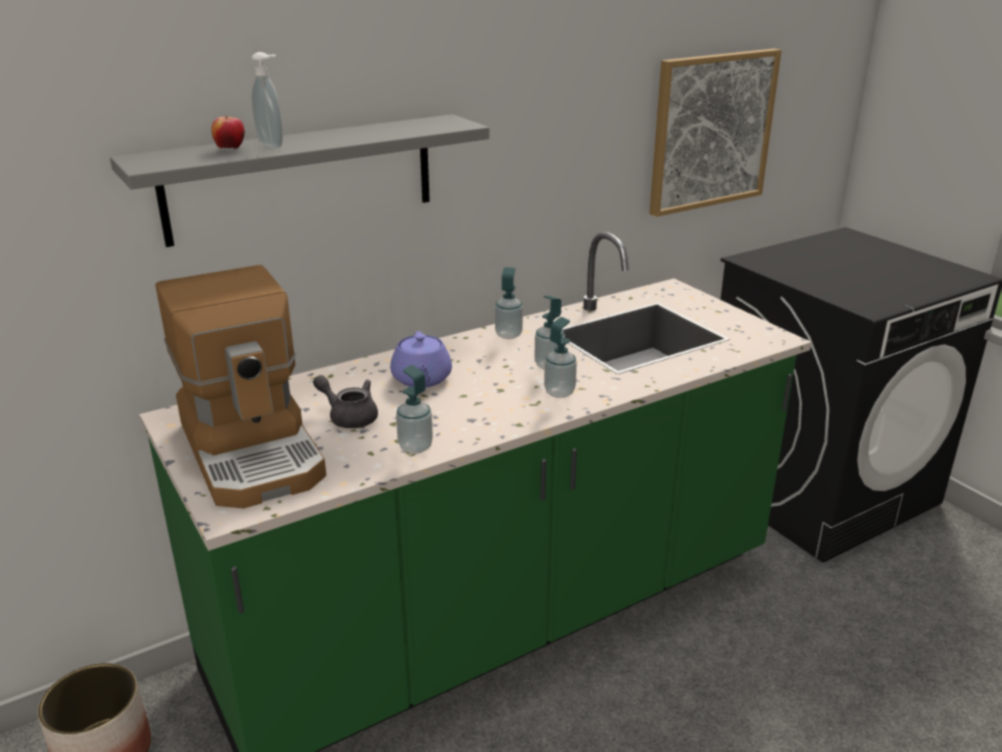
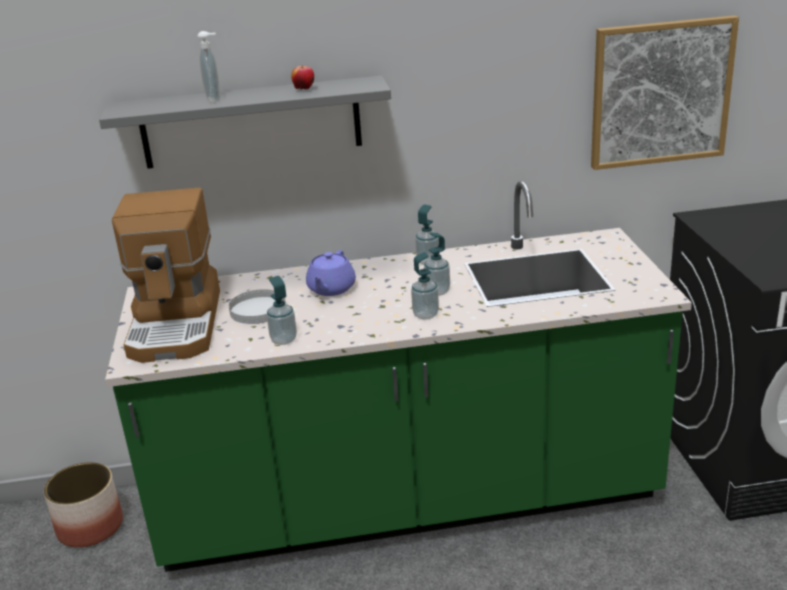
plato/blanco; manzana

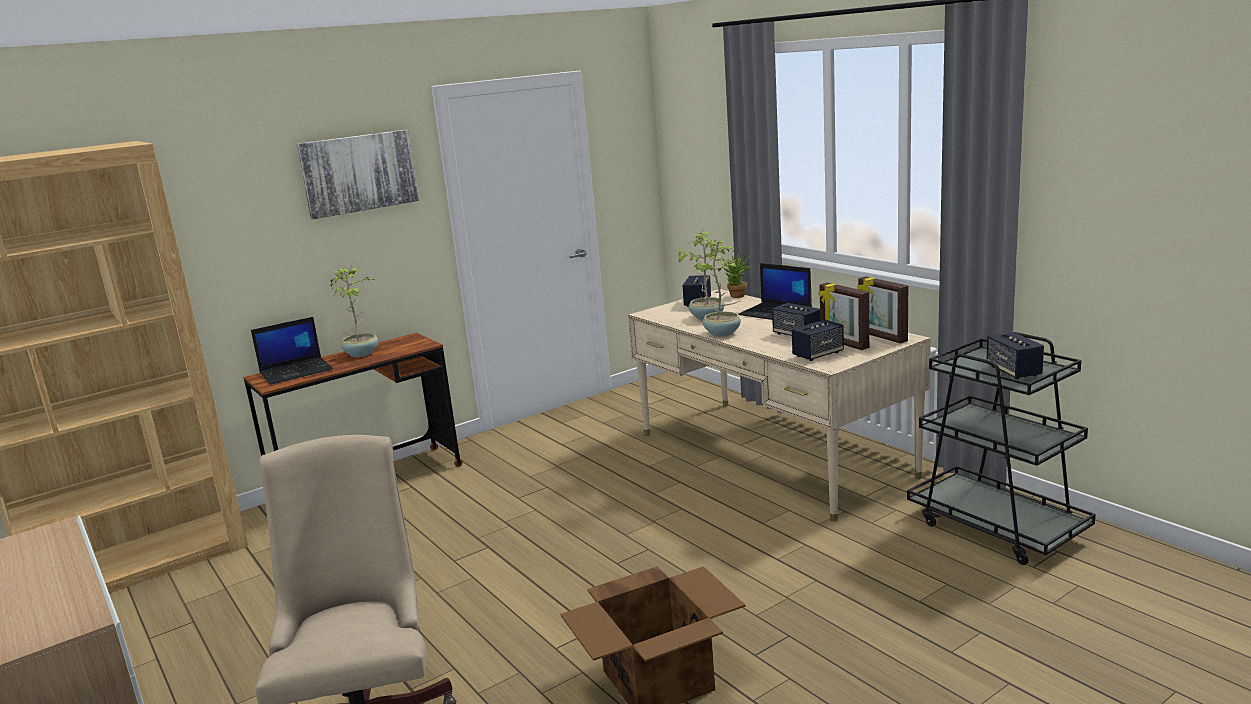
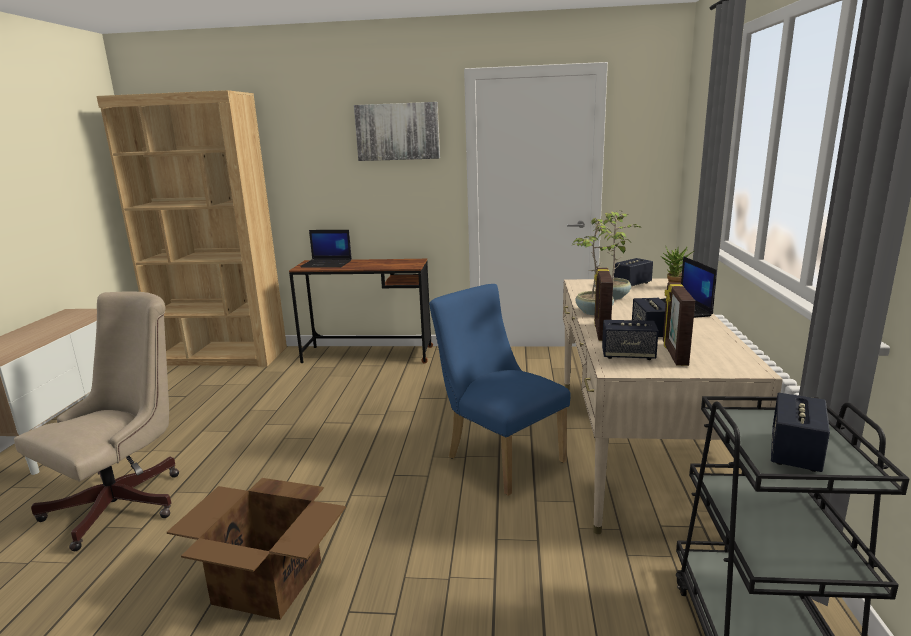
silla/azul; portarretratos (1st from left); planta en maceta (1st from left in the first image)

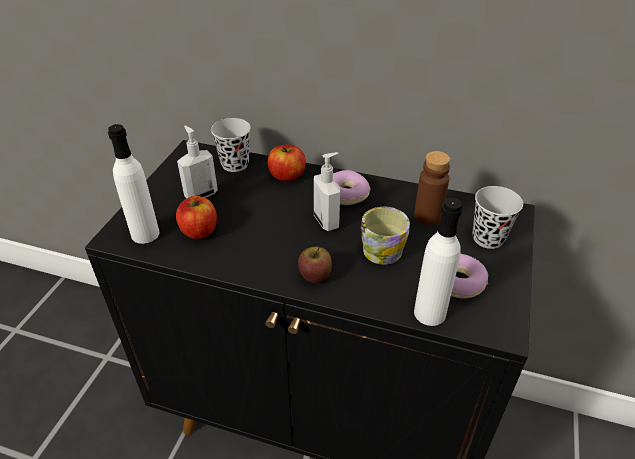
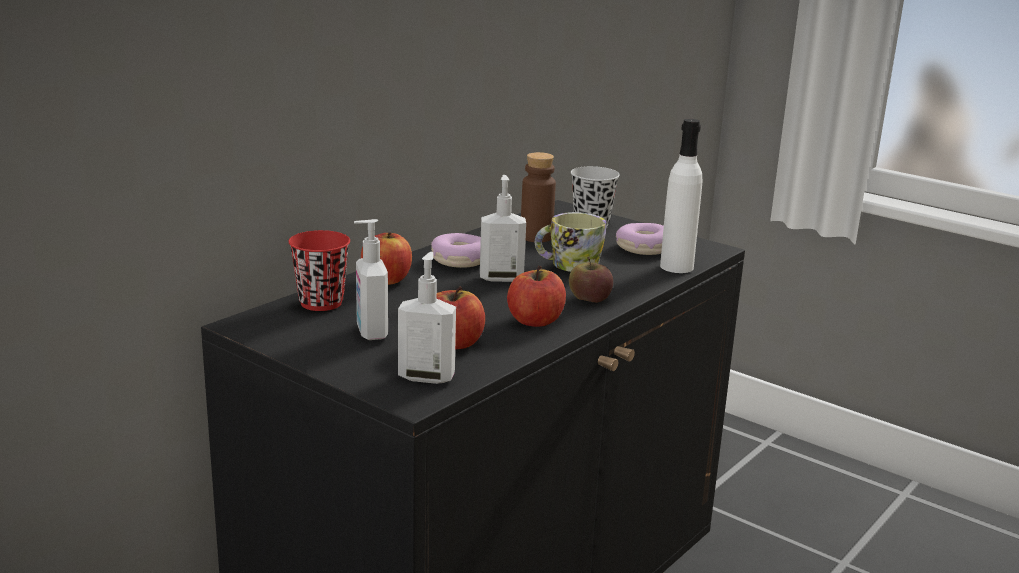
taza/rojo; dispensador de jabón (2nd from left); manzana (3rd from left)

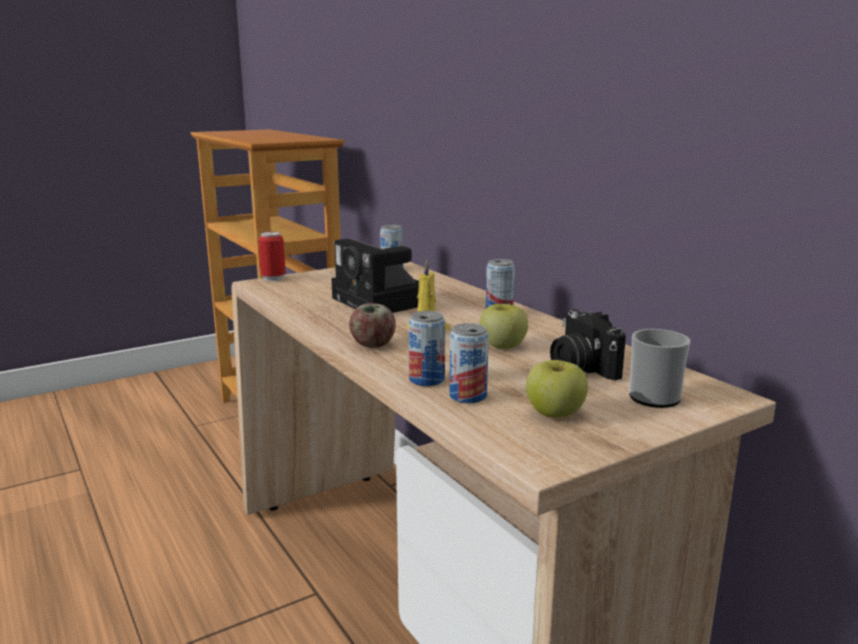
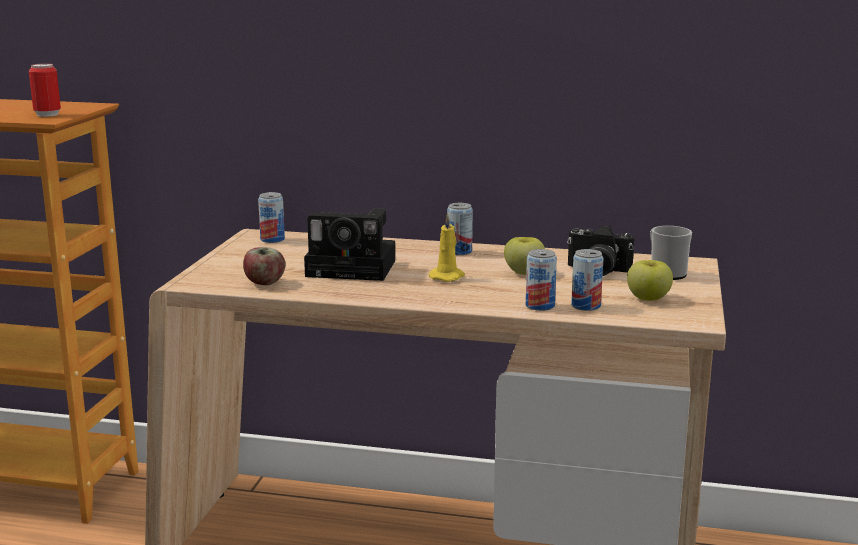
lata (1st from left); manzana (1st from left)

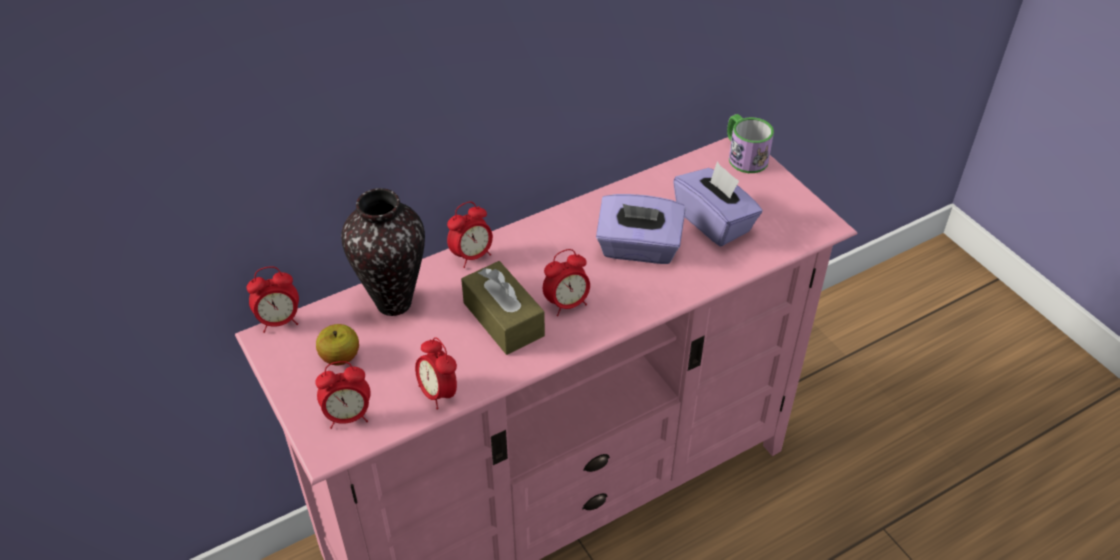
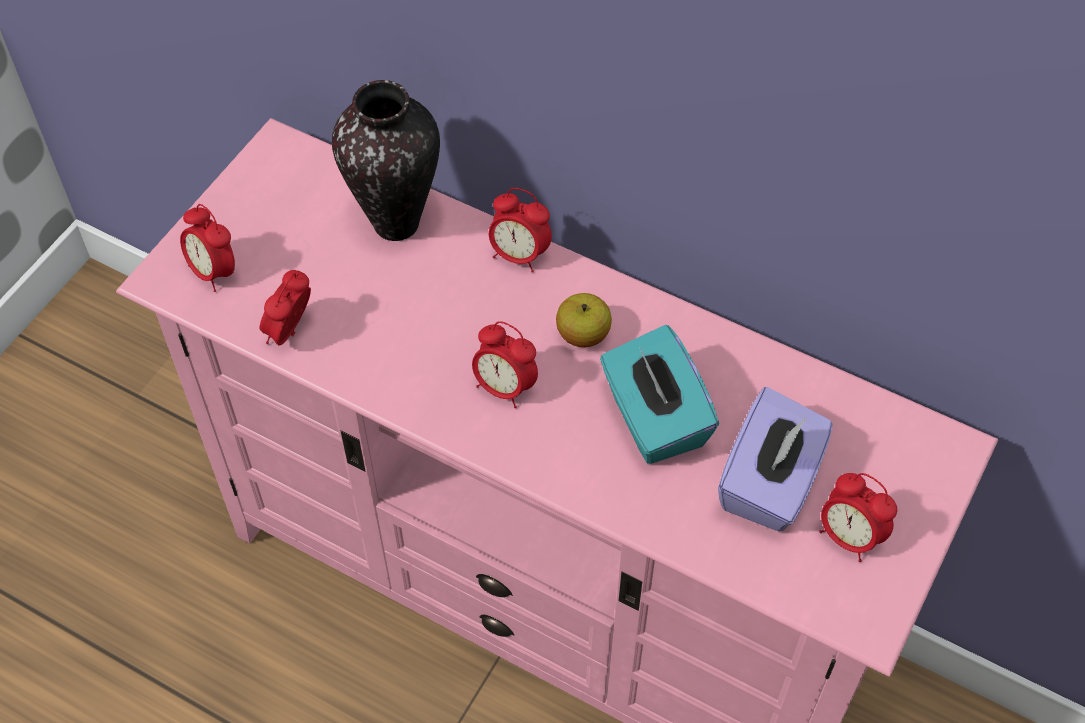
manzana; caja de pañuelos/turquesa; despertador (5th from left); caja de pañuelos/marrón; taza grande

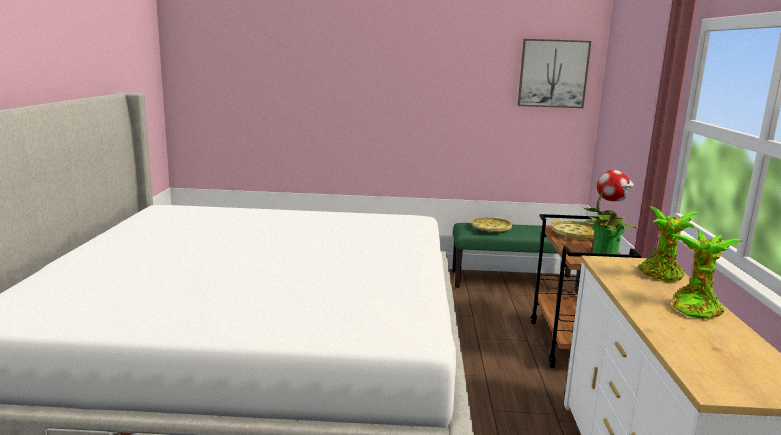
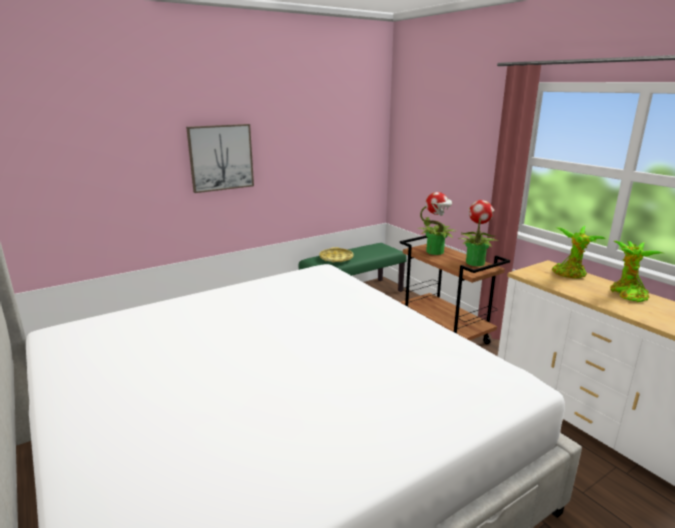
cuadro; planta en maceta (1st from left)

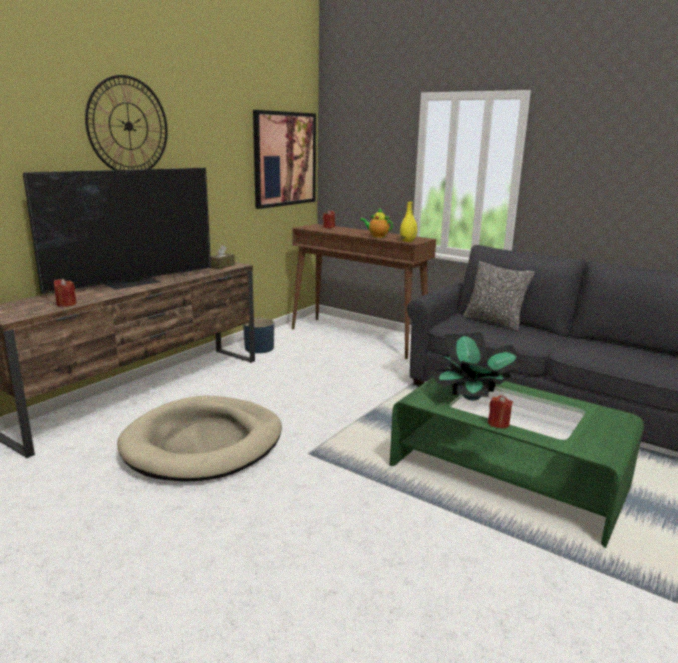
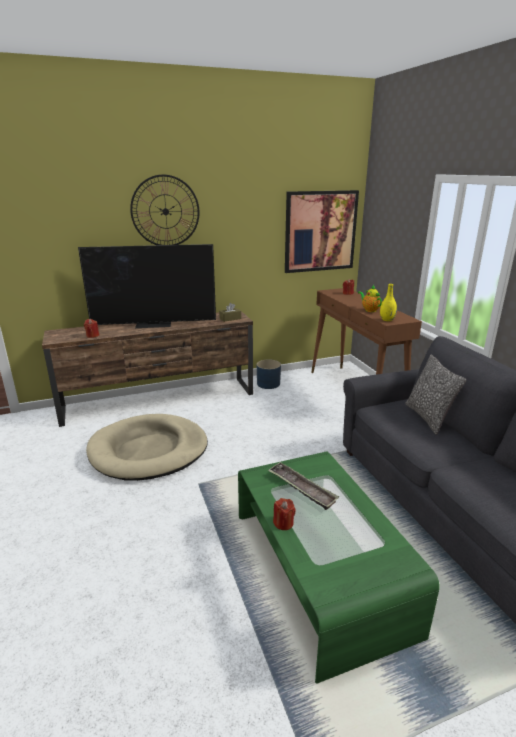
bandeja

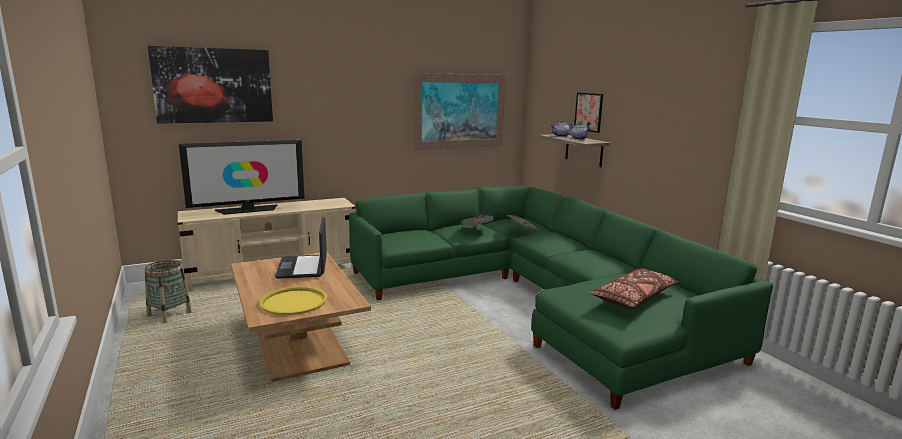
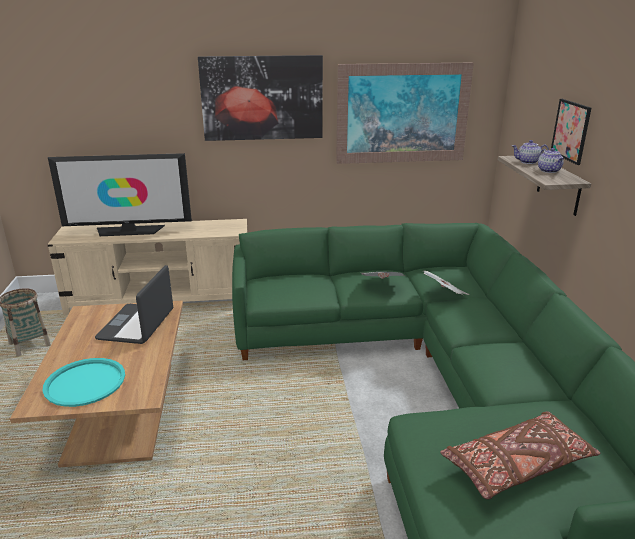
bandeja/turquesa; cuadro (1st from left)

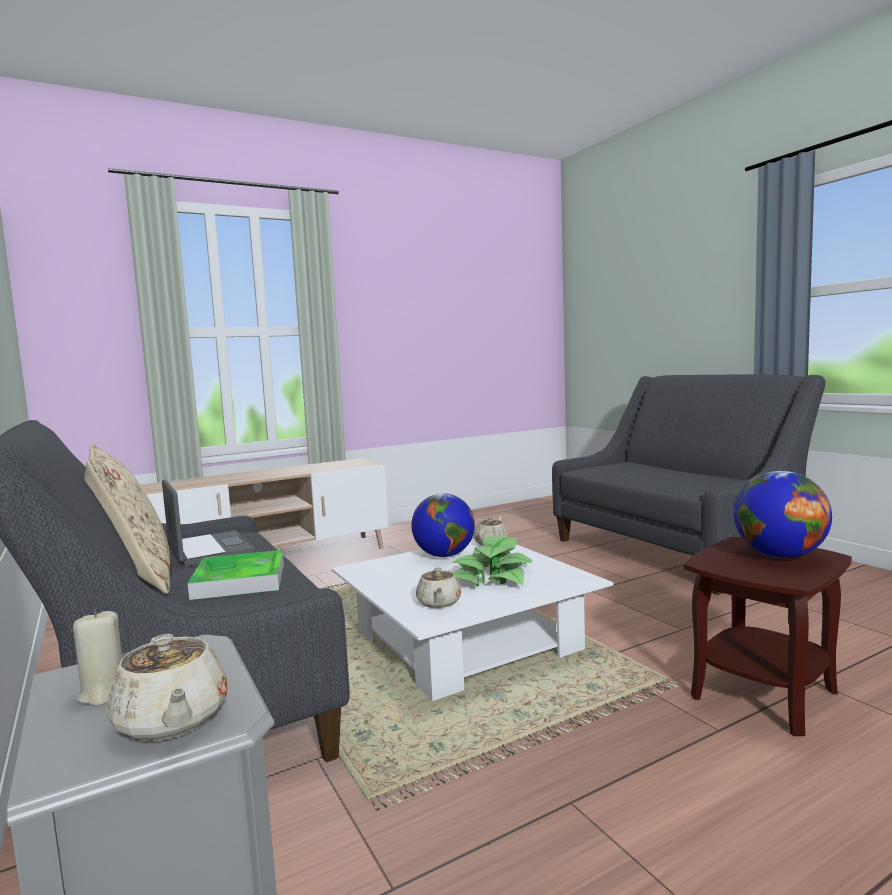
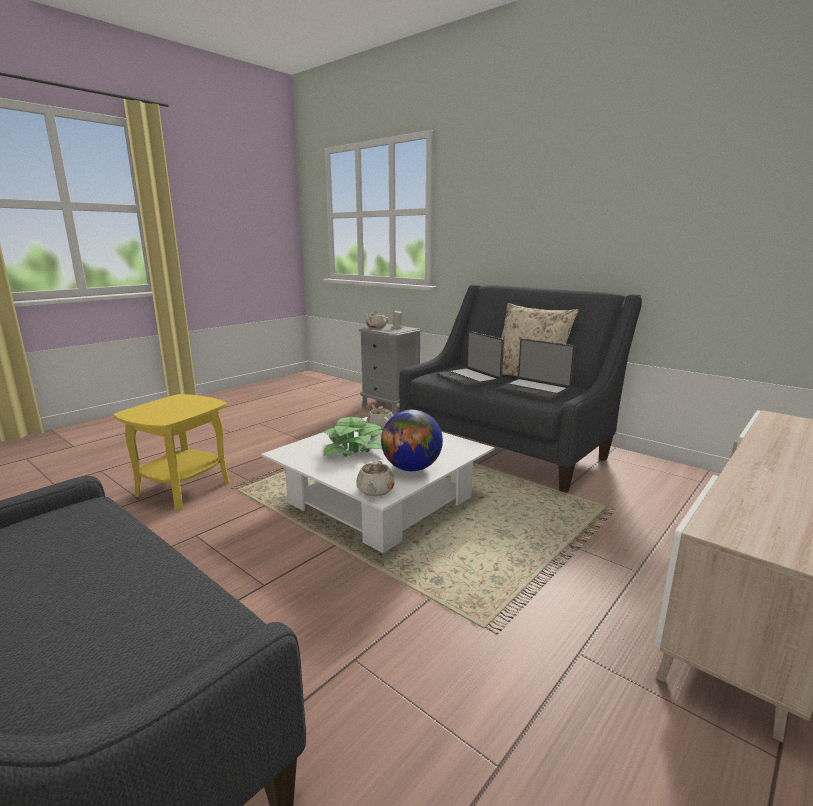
mesa auxiliar/amarillo; portátil (1st from left); globo terráqueo (2nd from left in the first image)

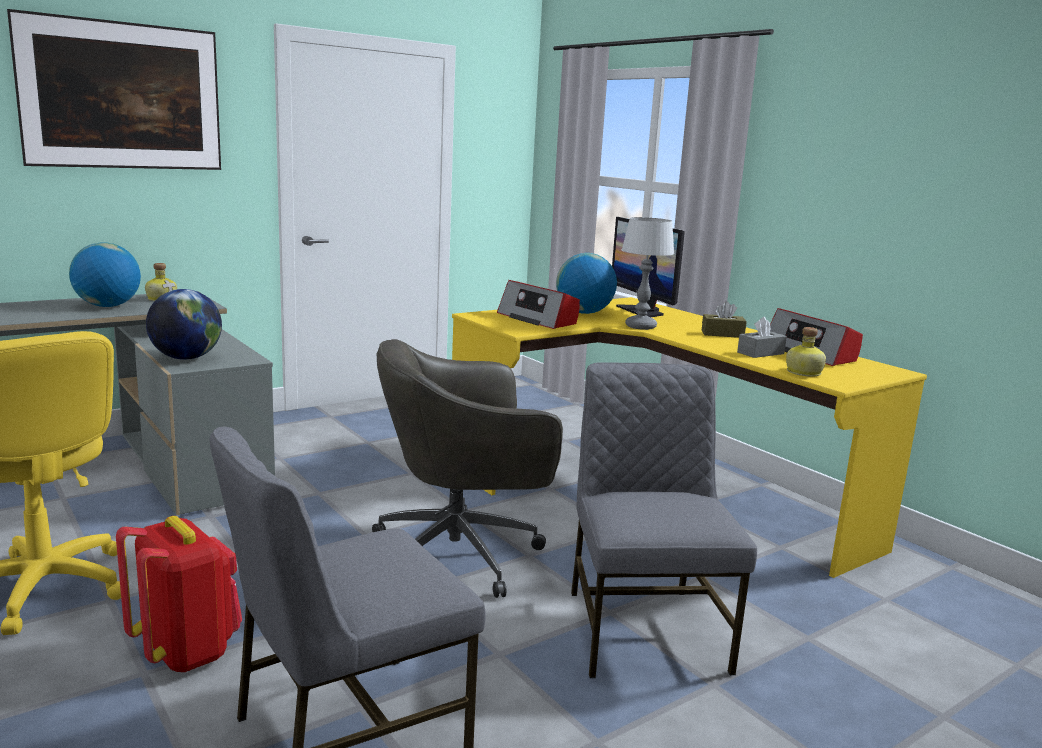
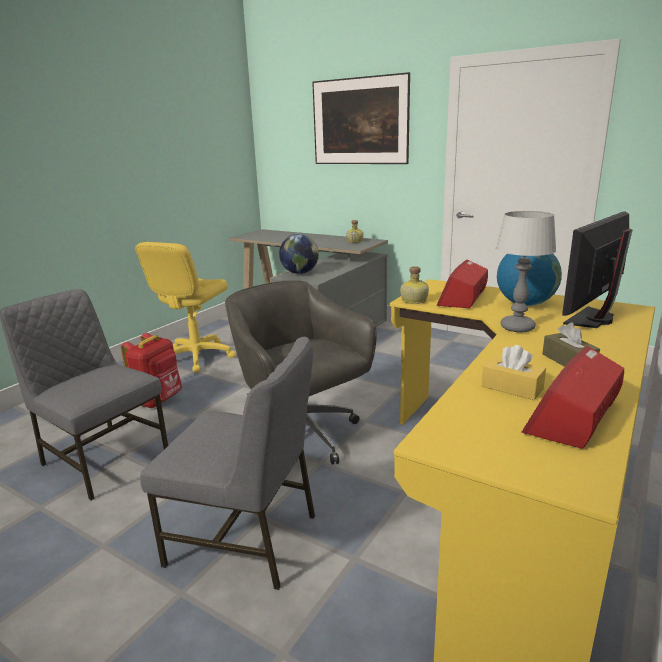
silla/gris (2nd from left); botella (2nd from left); caja de pañuelos/amarillo; globo terráqueo (1st from left in the first image)

